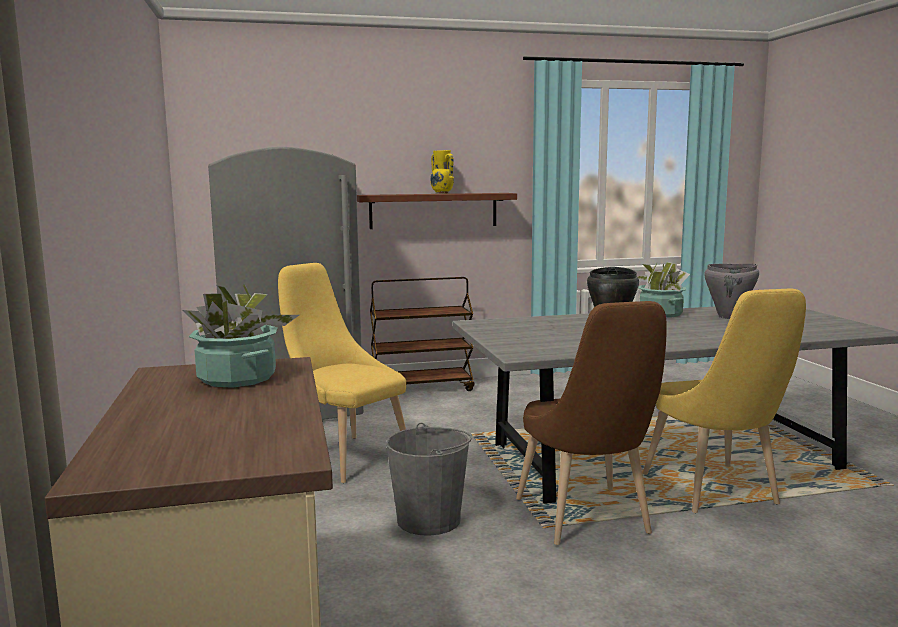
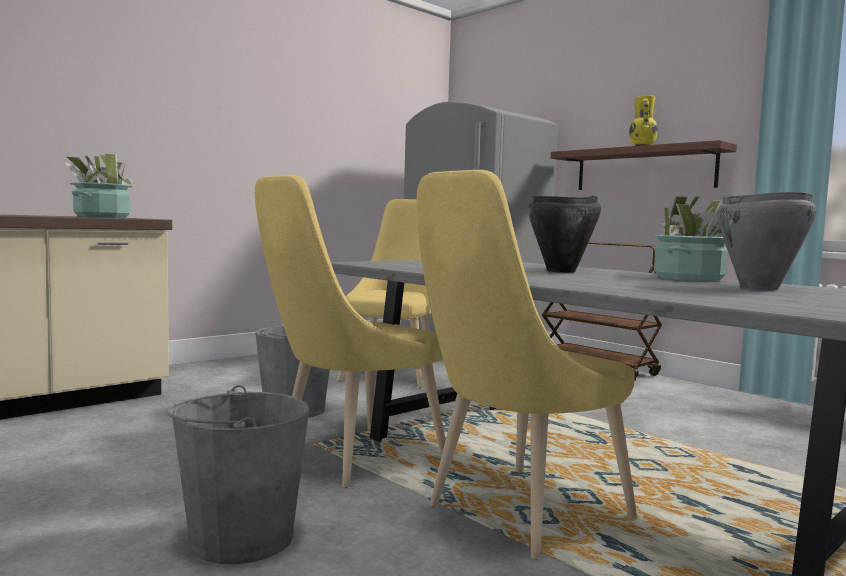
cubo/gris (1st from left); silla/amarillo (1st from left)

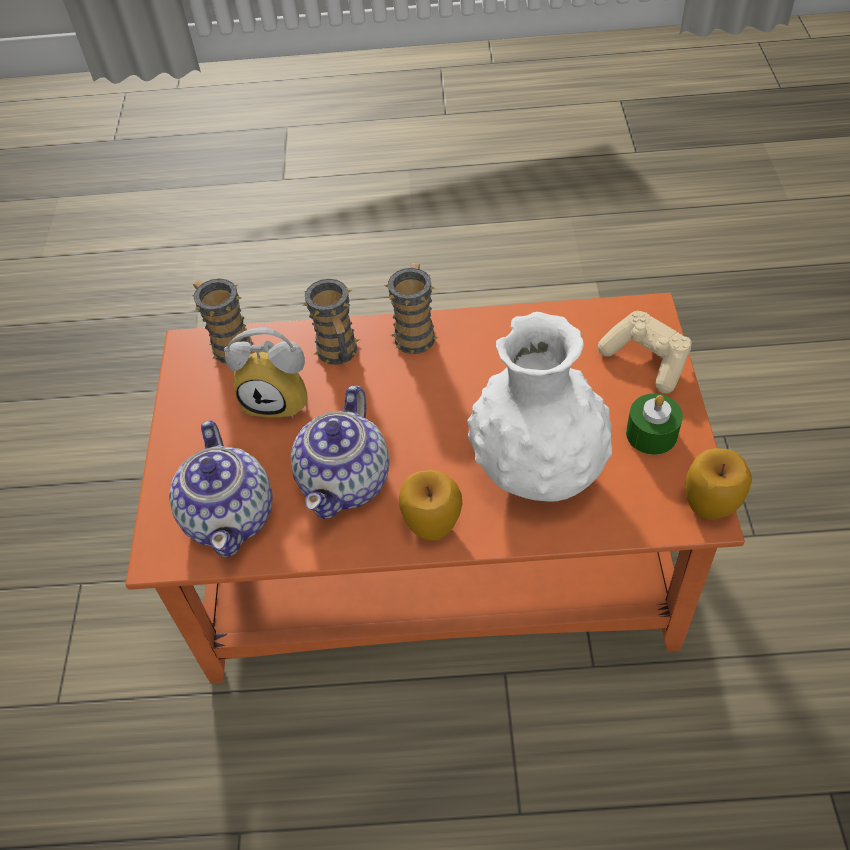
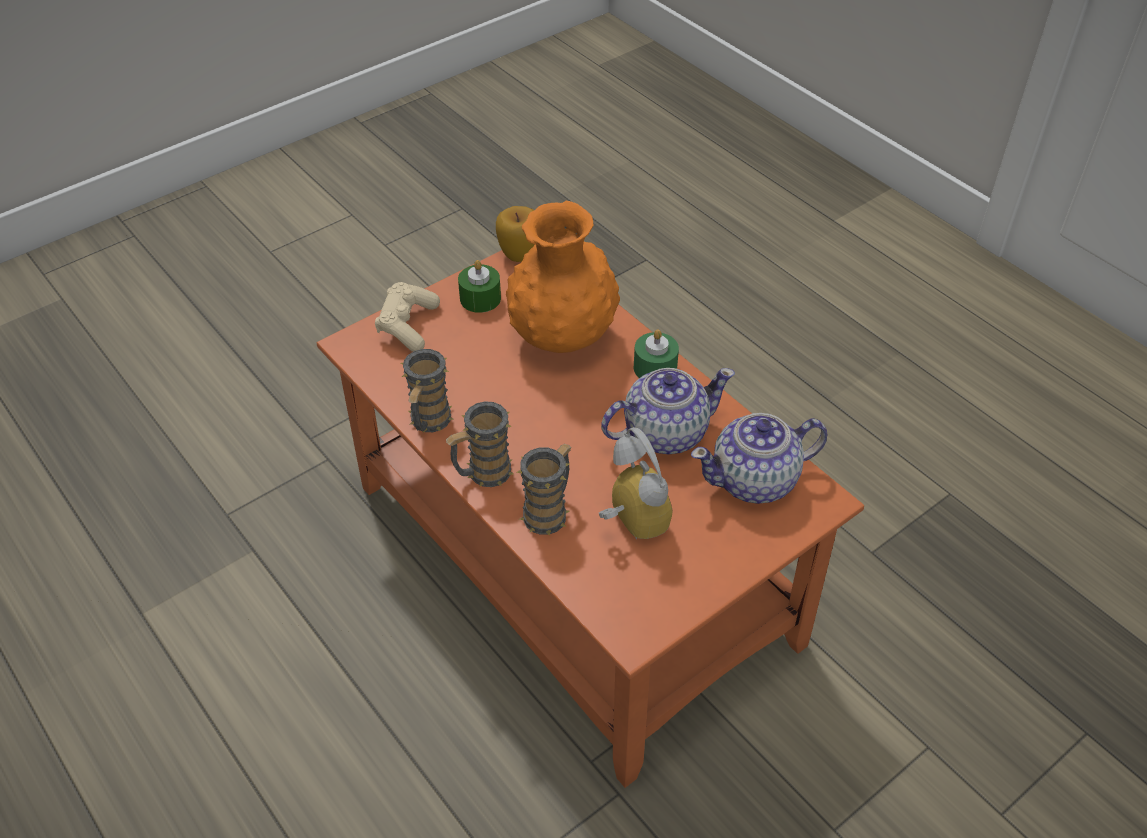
taza grande (1st from left); florero/naranja; vela/verde (2nd from left); tetera (2nd from left)

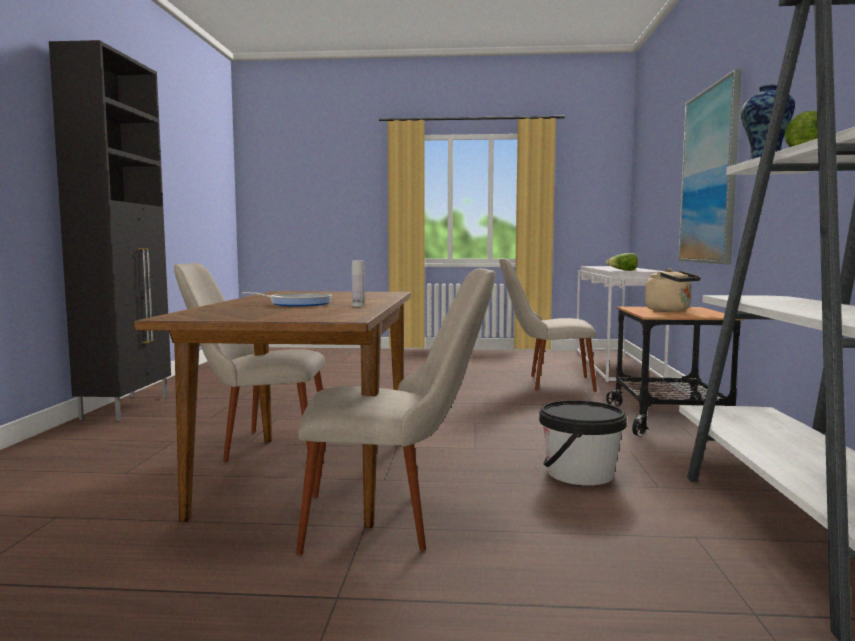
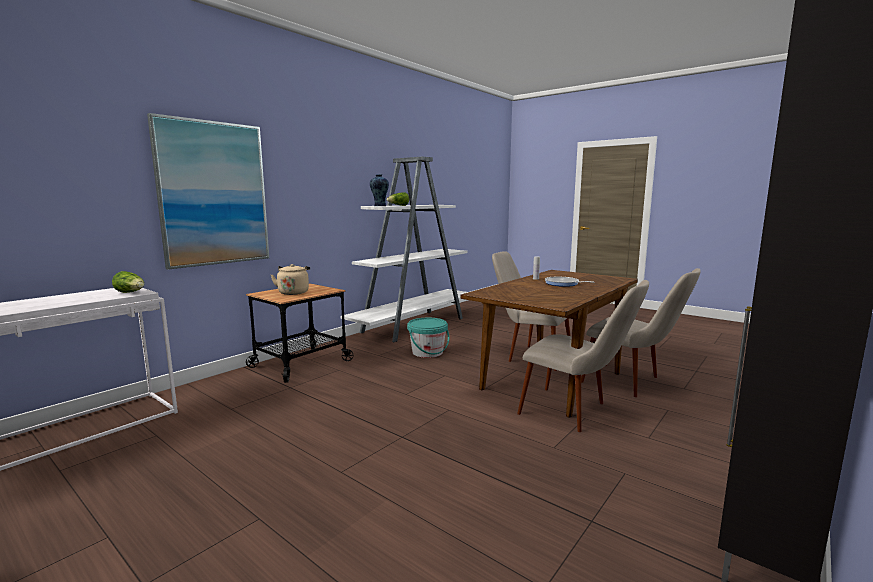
cubo/turquesa; silla/beis (3rd from left)

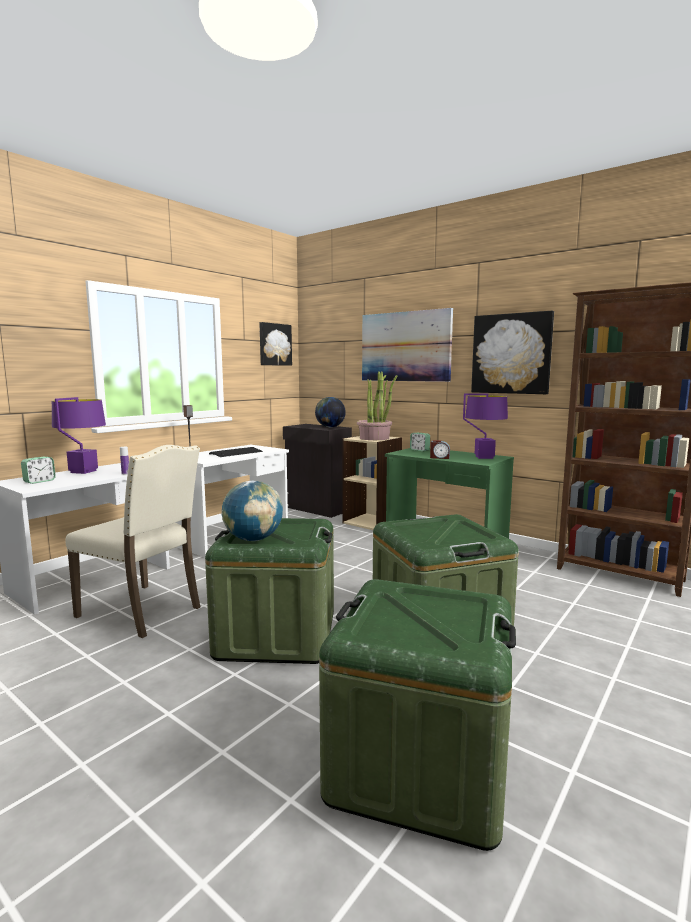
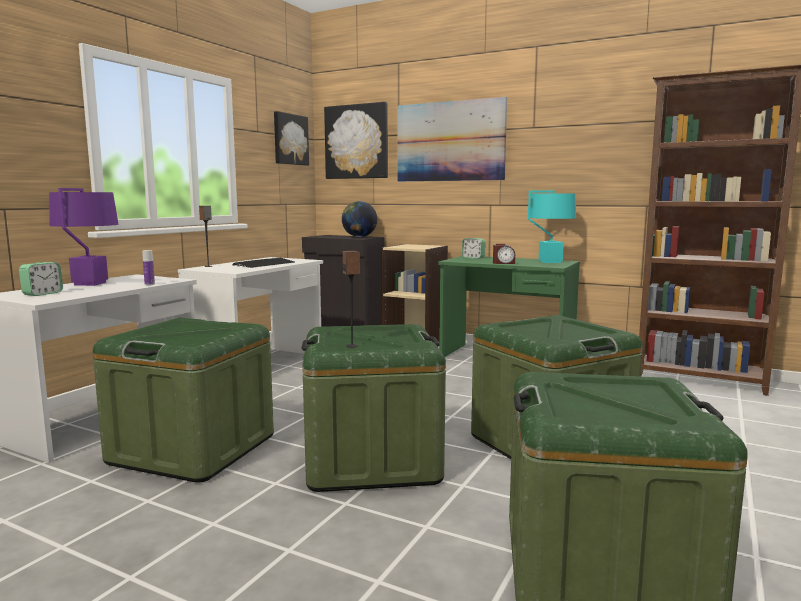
caja de almacenaje/verde (1st from left); cuadro (2nd from left); altavoz (2nd from left); lámpara de mesa/turquesa; planta en maceta

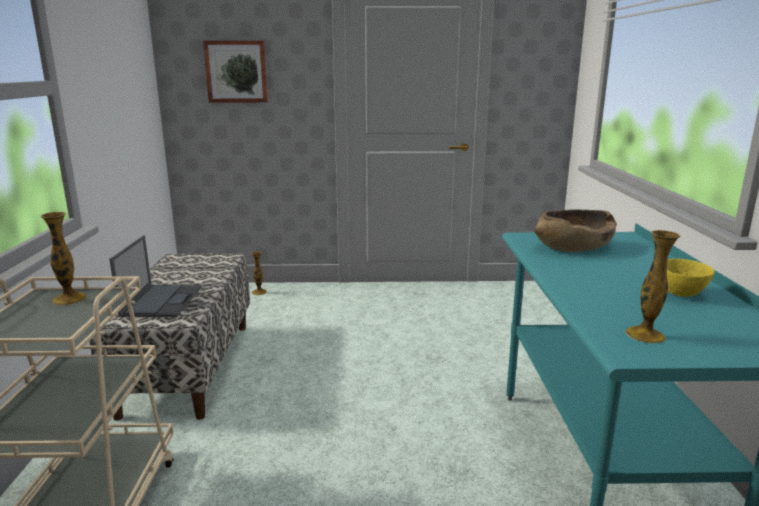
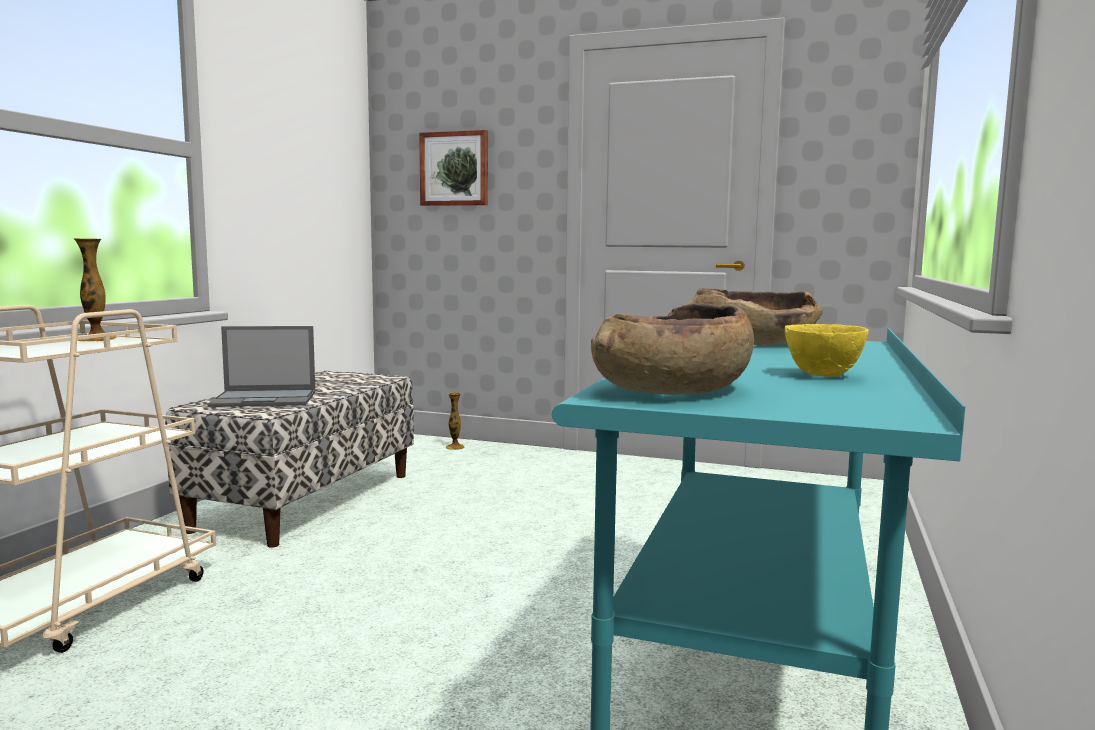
portátil; cuenco/marrón (1st from left)

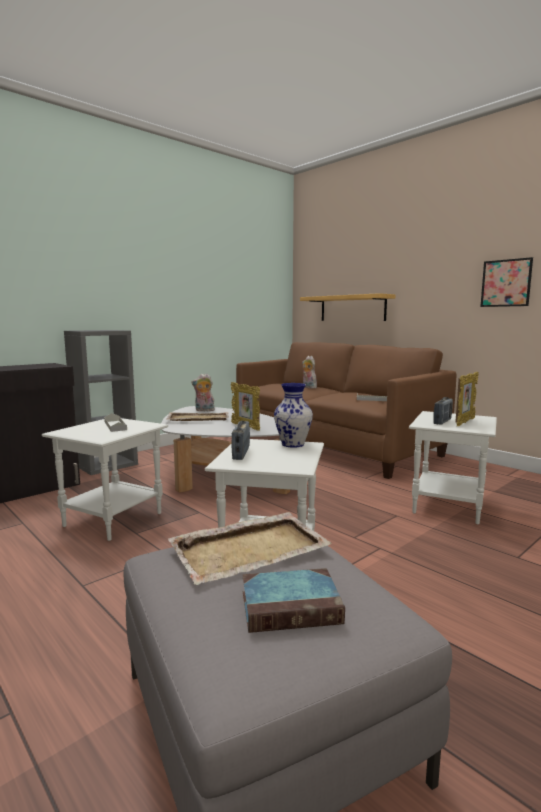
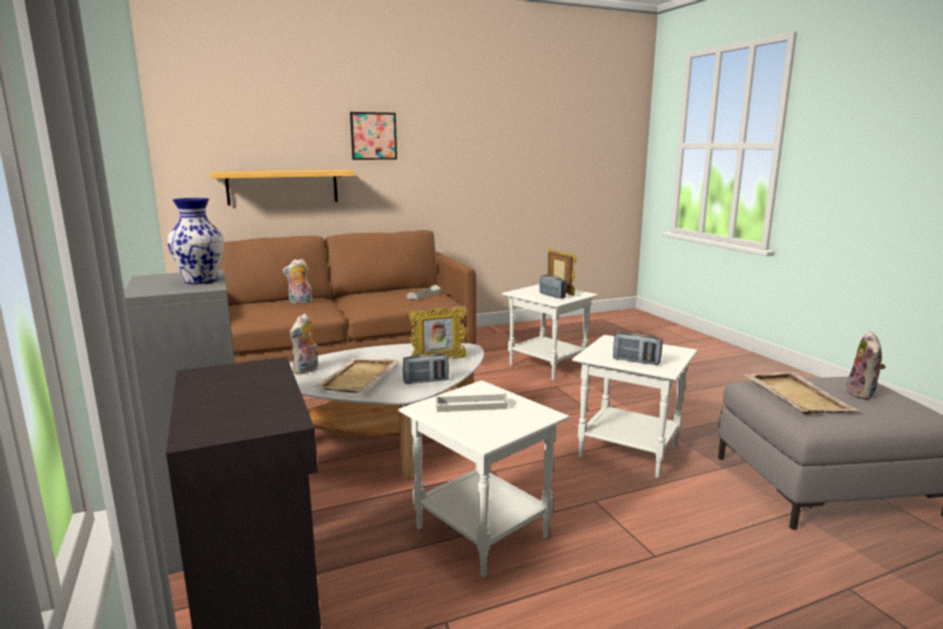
florero; cuadro; radio (1st from left); peluche (3rd from left)

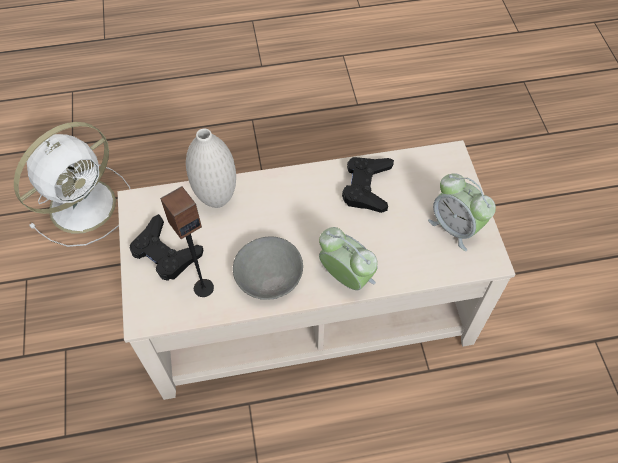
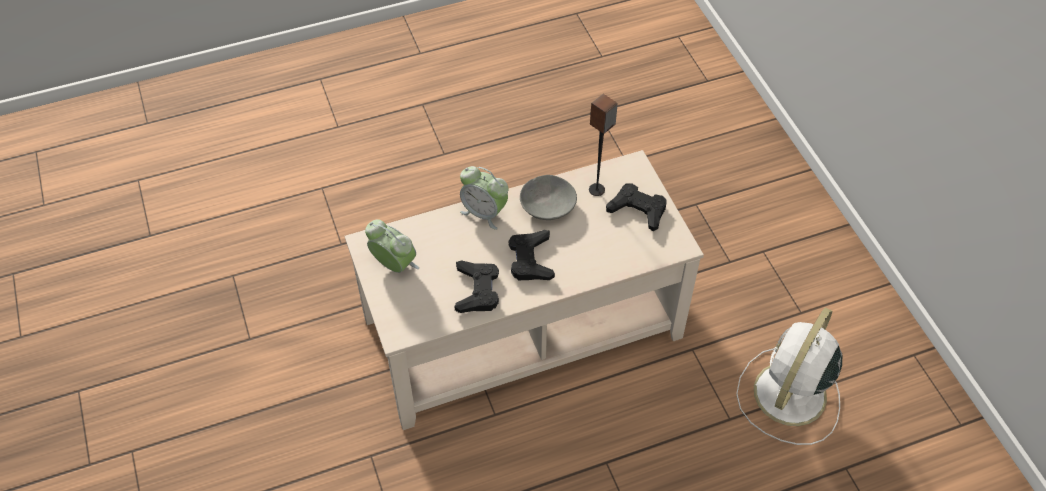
mando de consola/negro (2nd from left); florero/blanco

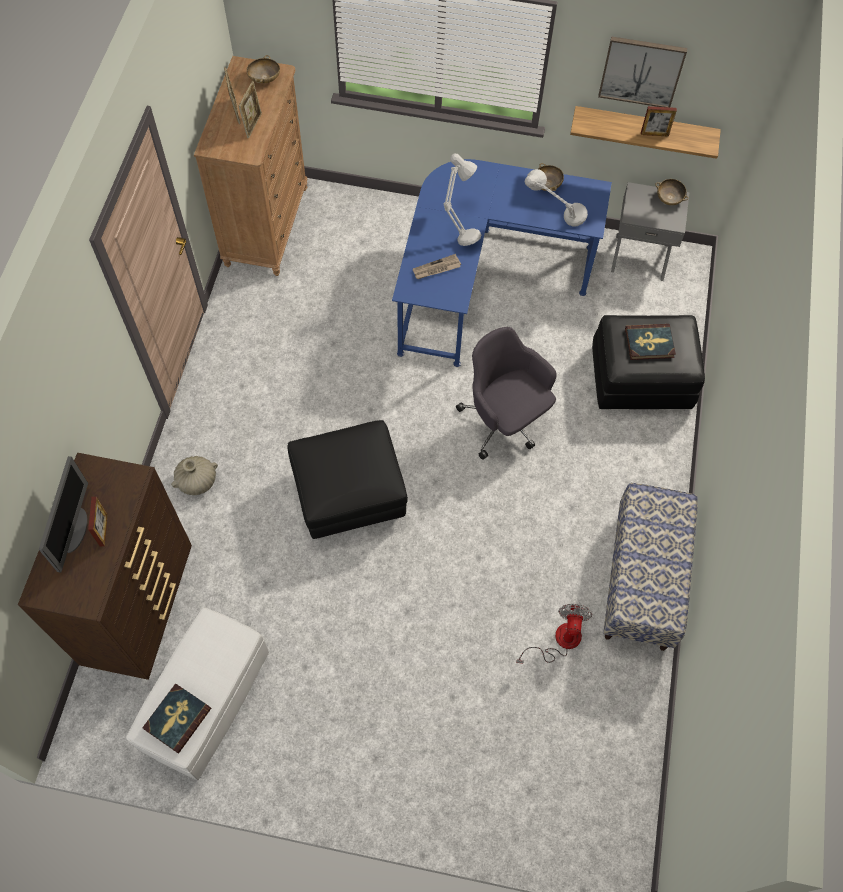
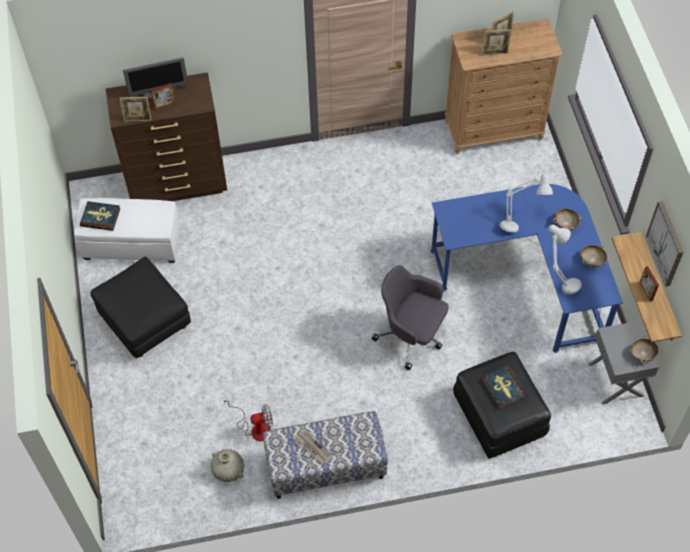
puf/negro (1st from left); portarretratos (1st from left); florero/beis; periódico; silla de oficina/gris; cuenco/beis (1st from left)

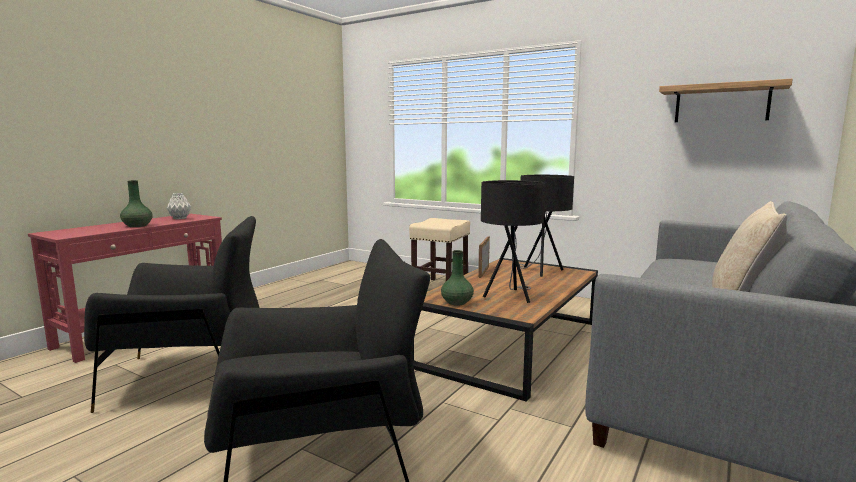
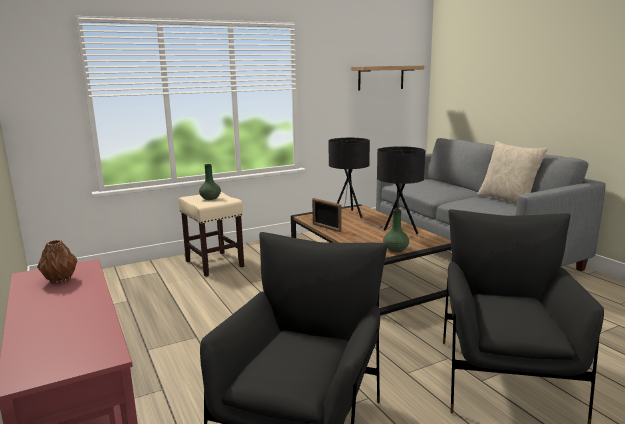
florero/marrón; florero/verde (1st from left)

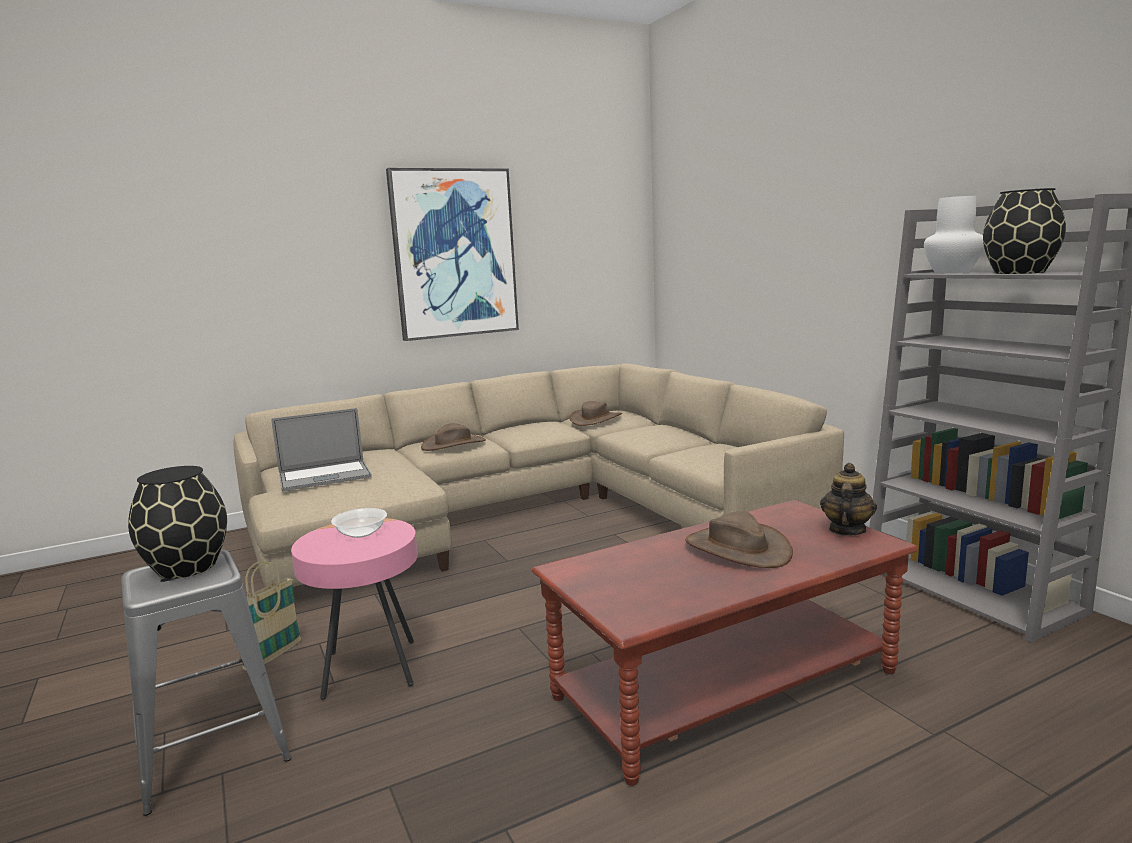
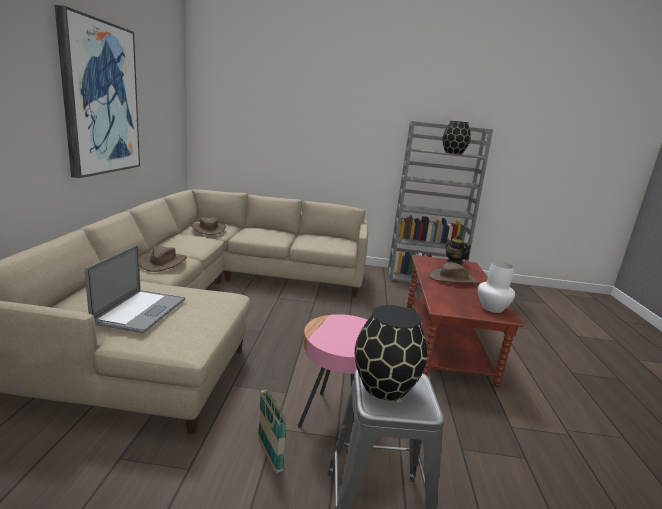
florero/blanco; cuenco

